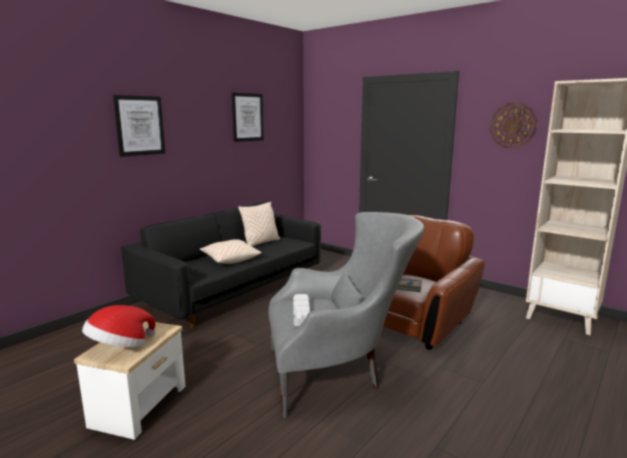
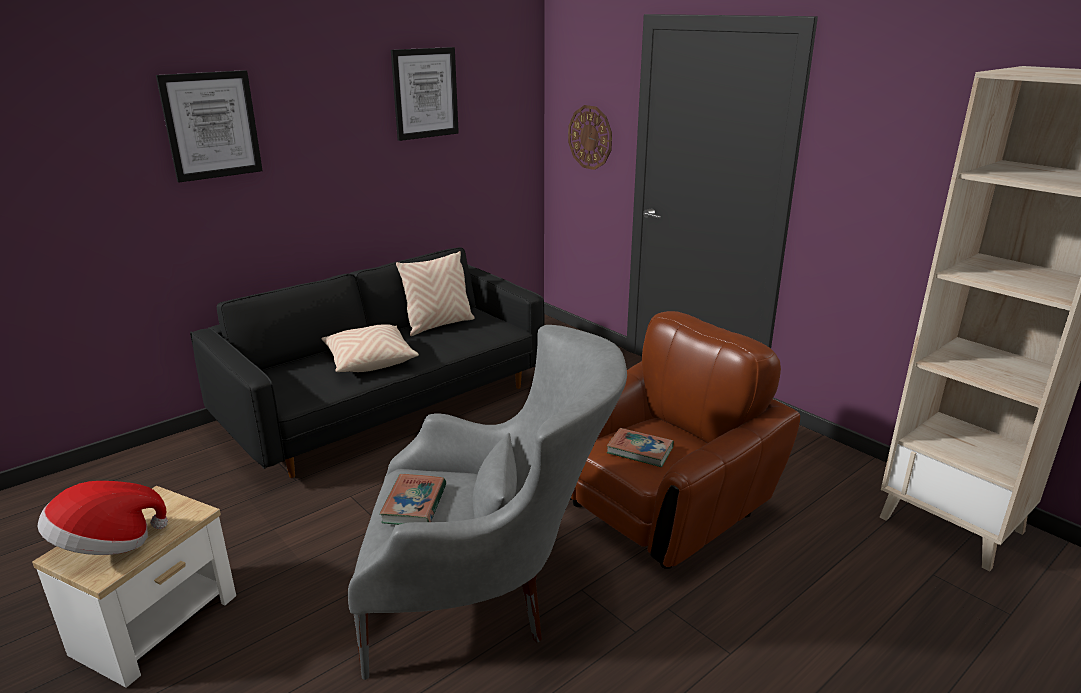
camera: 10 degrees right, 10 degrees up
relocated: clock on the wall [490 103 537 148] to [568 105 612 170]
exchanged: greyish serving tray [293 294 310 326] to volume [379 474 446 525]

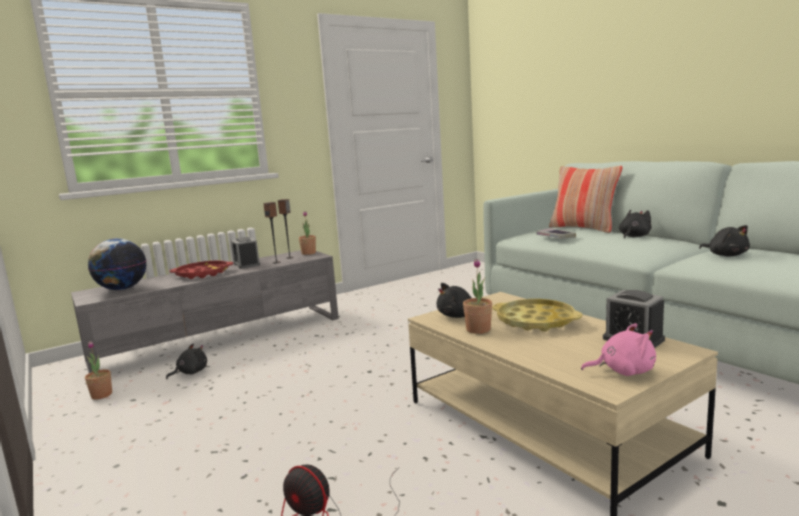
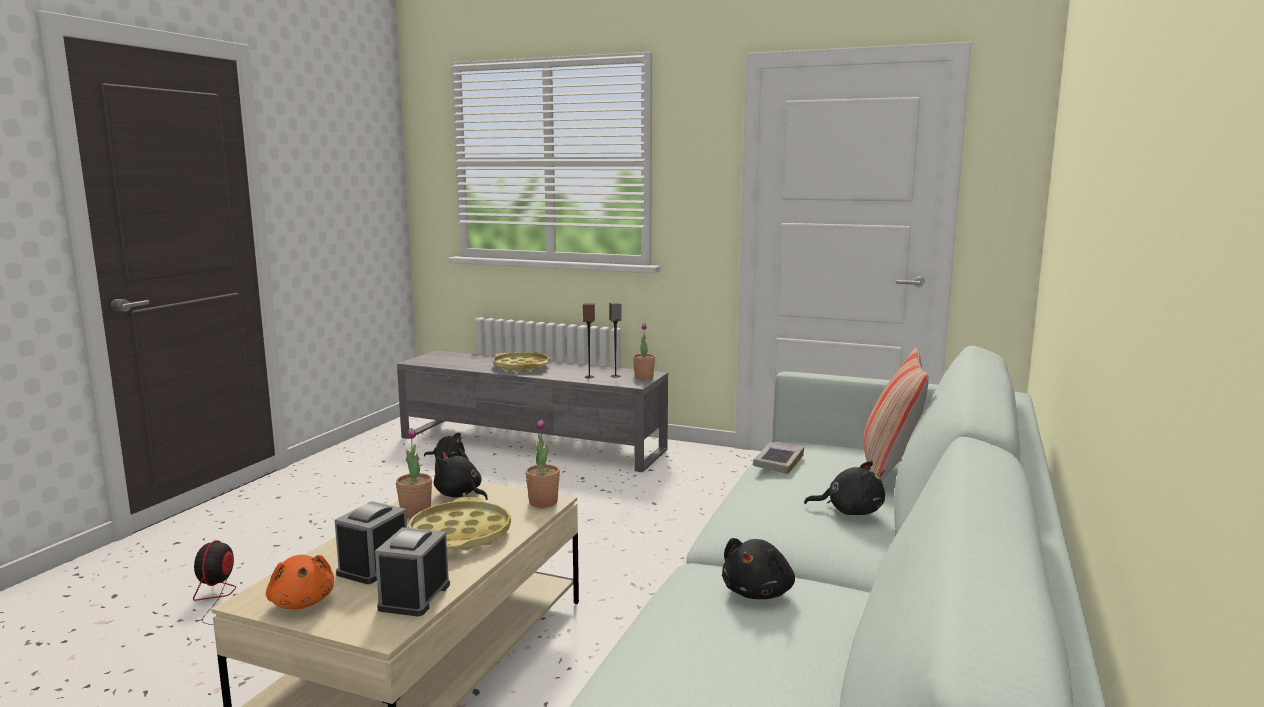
camera: 55 degrees right, 0 degrees up
missing: desk globe [88 238 146 290]
relocated: plant in a pot [85 341 112 400] to [525 419 560 508]; alarm clock [231 237 260 269] to [335 501 407 584]
colour: red-coloured serving tray [170 261 233 279] to yellowish serving tray [493 352 550 372]; pinkish cuddly toy [581 323 656 376] to orangey cuddly toy [266 555 334 609]

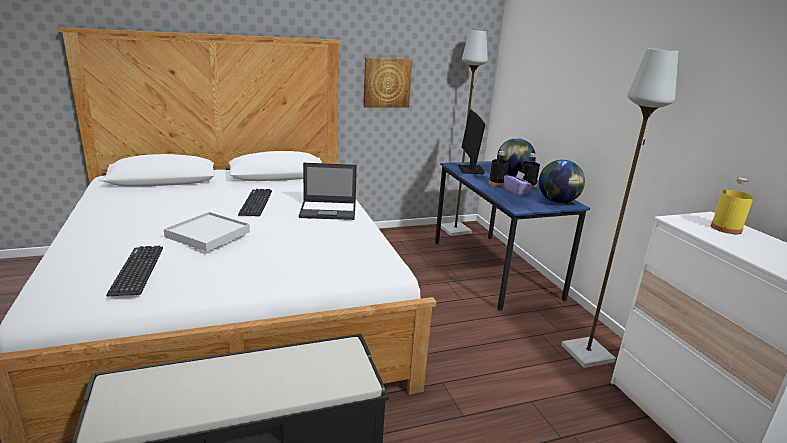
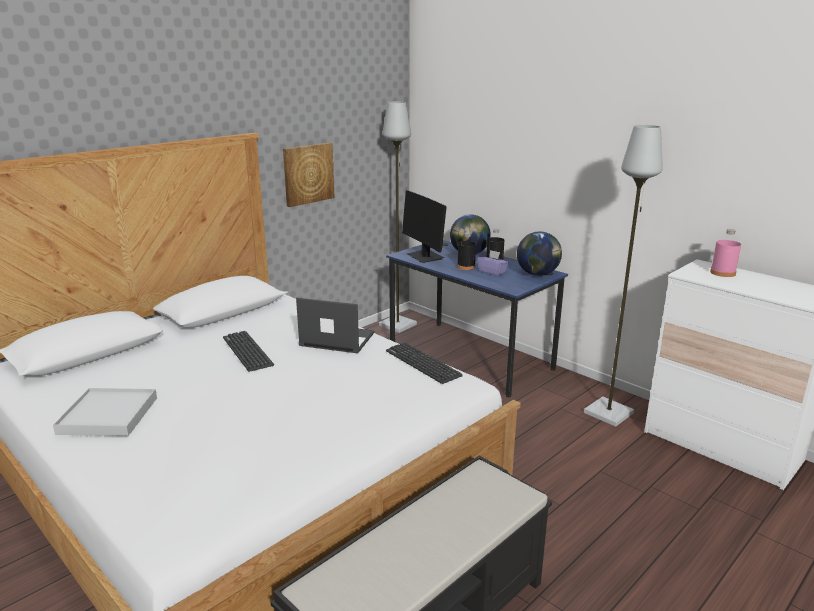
camera: 25 degrees left, 0 degrees up
relocated: keyboard [106 246 163 296] to [386 342 463 384]; white serving tray [164 212 250 252] to [53 388 157 436]
colour: yellowish beverage bottle [711 178 754 234] to pinkish beverage bottle [710 229 741 277]
spun: laptop [299 163 357 220] = [296 298 375 353] 135 degrees counterclockwise

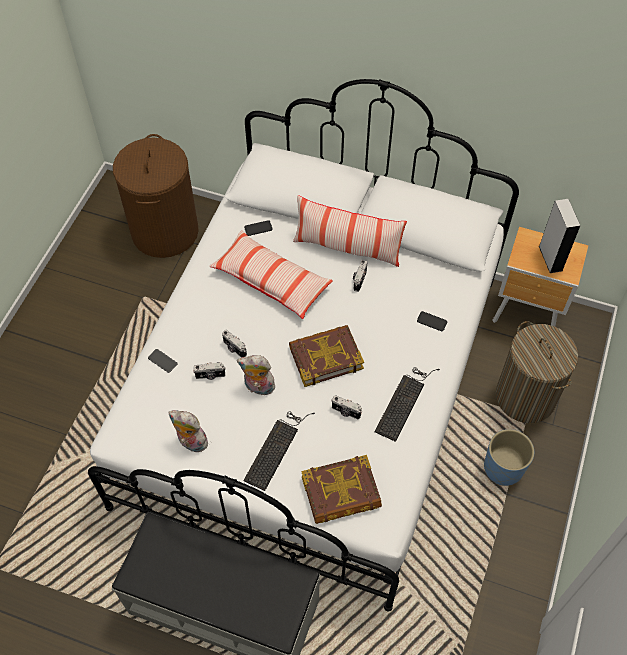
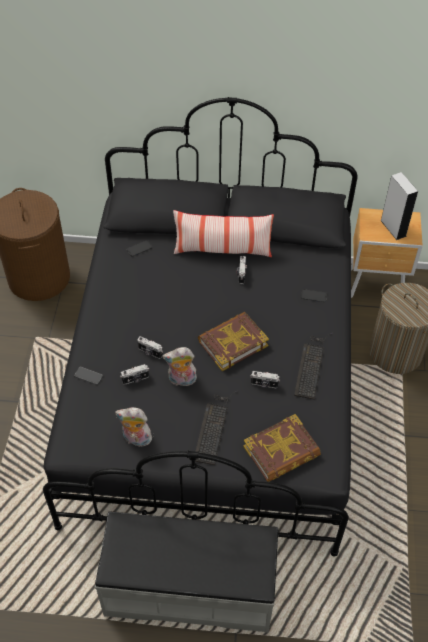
camera: 15 degrees left, 5 degrees down
missing: pillow [209 230 333 319]; blue-coloured planter [484 429 534 486]
colour: white sleeping bed [88 79 519 612] to black-coloured sleeping bed [43 97 357 557]

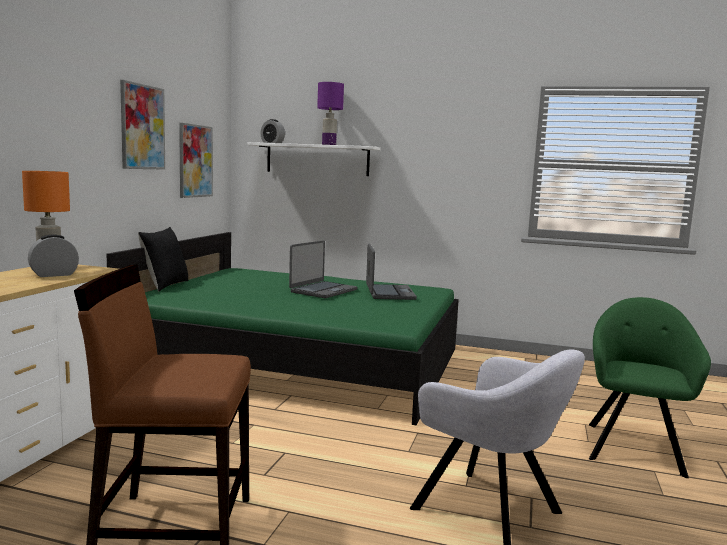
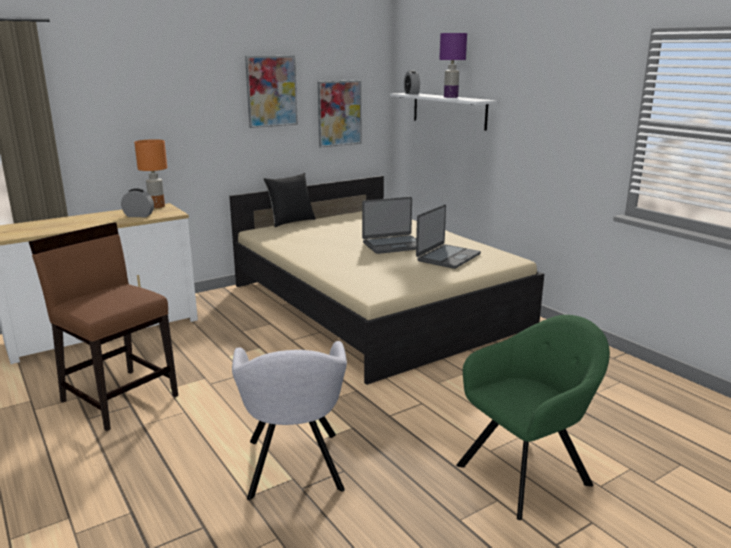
camera: 40 degrees right, 10 degrees up
colour: green-coloured sleeping bed [106 232 459 426] to beige sleeping bed [229 176 544 385]

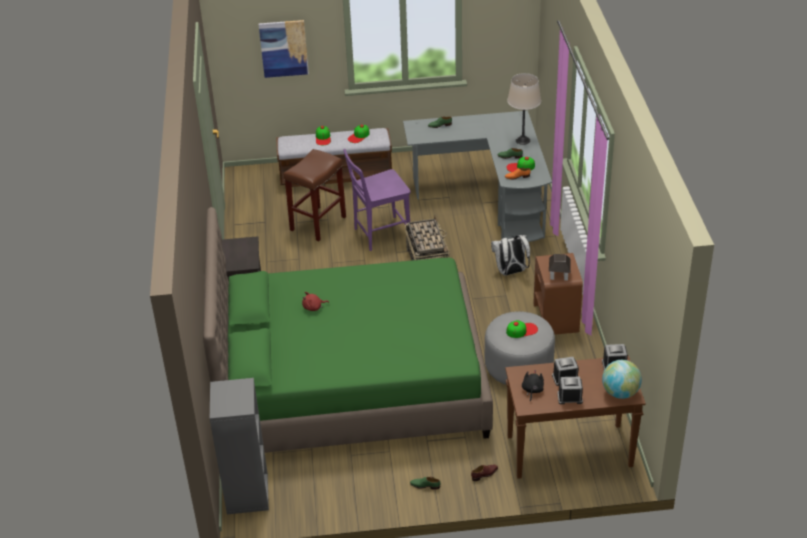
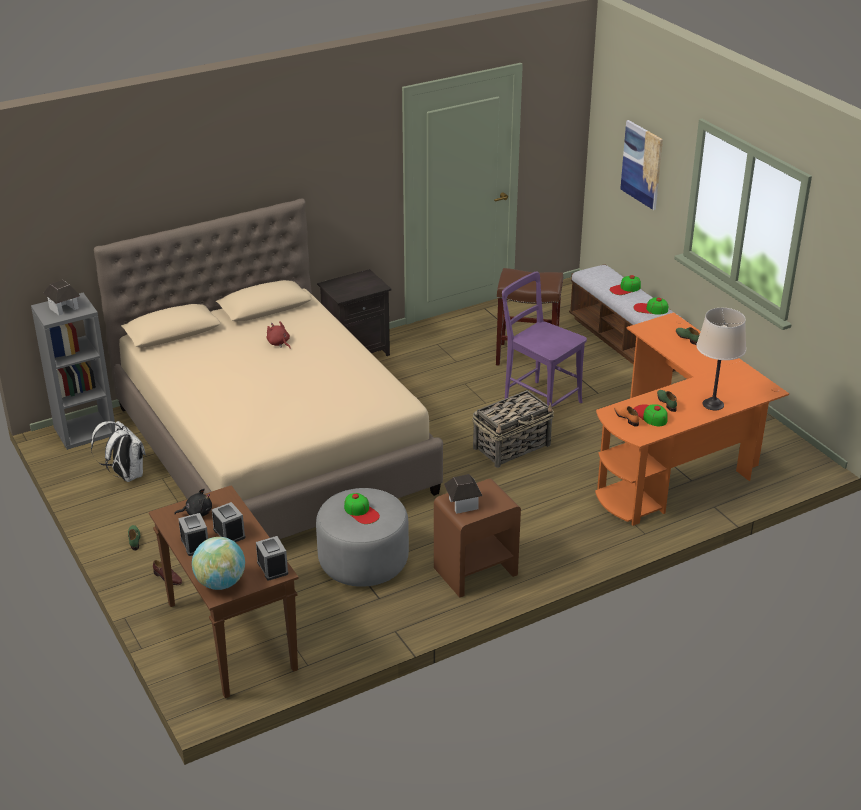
camera: 65 degrees right, 5 degrees down
appeared: model house [43 280 80 315]
relocated: white backpack [491 235 530 276] to [91 421 146 482]
colour: green-coloured sleeping bed [203 207 493 453] to beige sleeping bed [94 199 443 539]; greyish desk [403 110 552 242] to orangey desk [595 312 789 526]

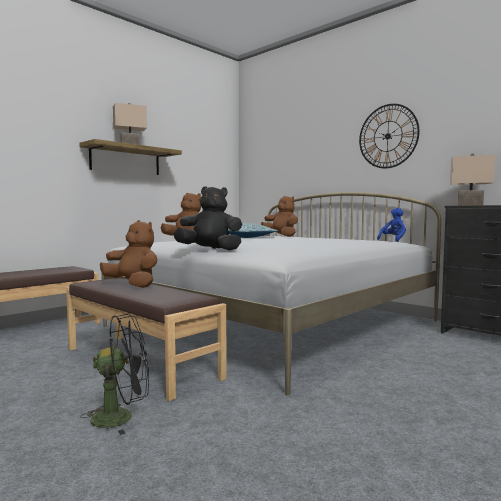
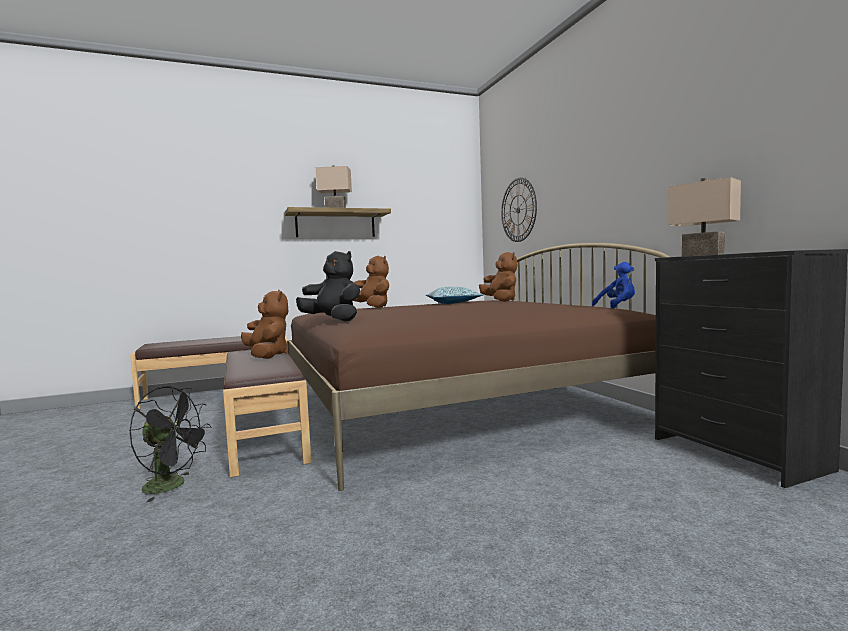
camera: 25 degrees right, 0 degrees up
relocated: clock on the wall [359 104 419 168] to [501 178 537 242]
colour: white sleeping bed [101 192 441 396] to brown sleeping bed [287 243 670 491]

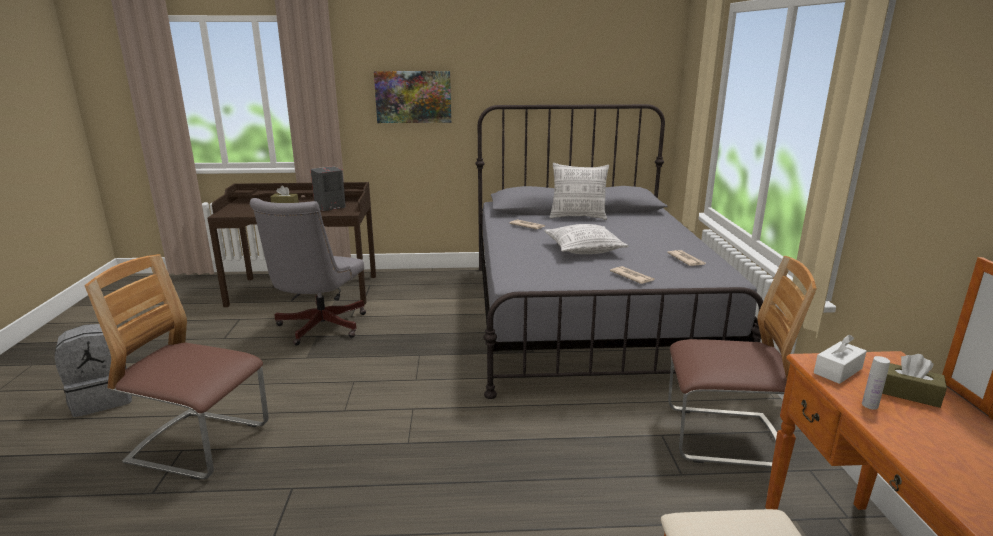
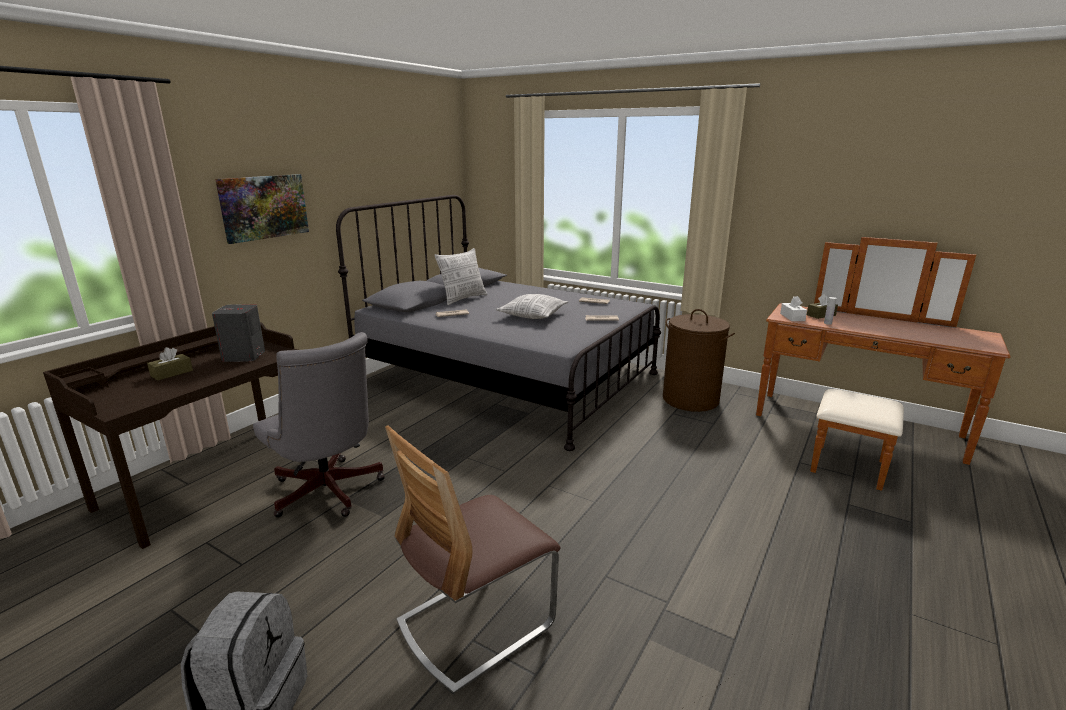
camera: 55 degrees left, 0 degrees up
exchanged: chair [668 256 817 468] to brown laundry basket [663 309 735 412]

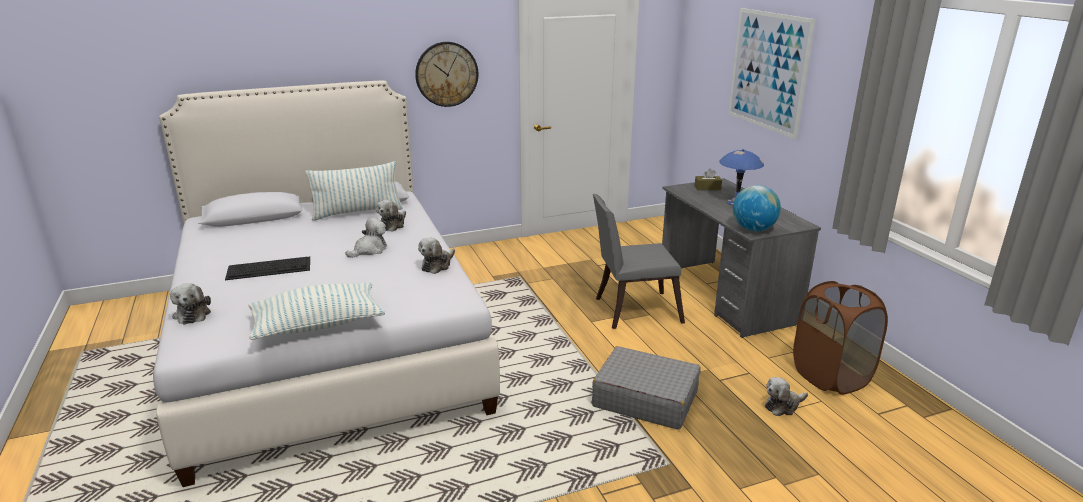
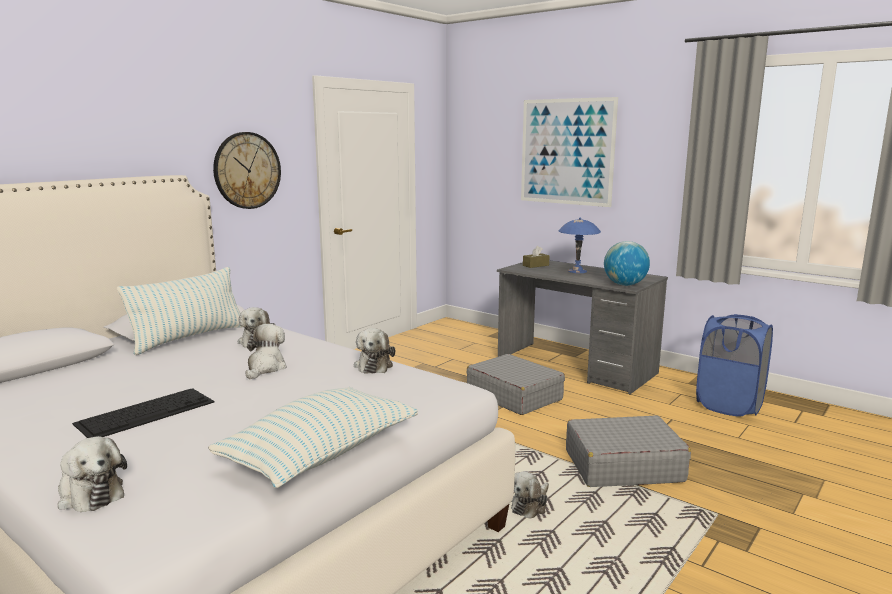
camera: 30 degrees left, 10 degrees down
relocated: cuddly toy [765 377 808 416] to [511 472 549 518]
exchanged: greyish chair [593 194 685 329] to greyish suitcase [467 354 565 415]
colour: brown laundry basket [793 281 888 395] to blue-coloured laundry basket [696 314 773 417]

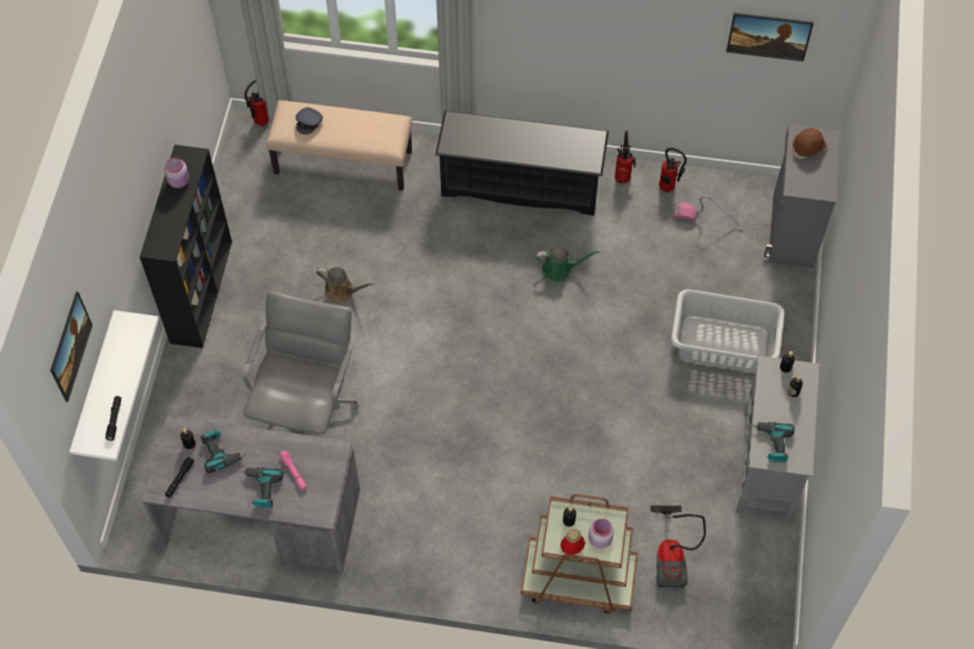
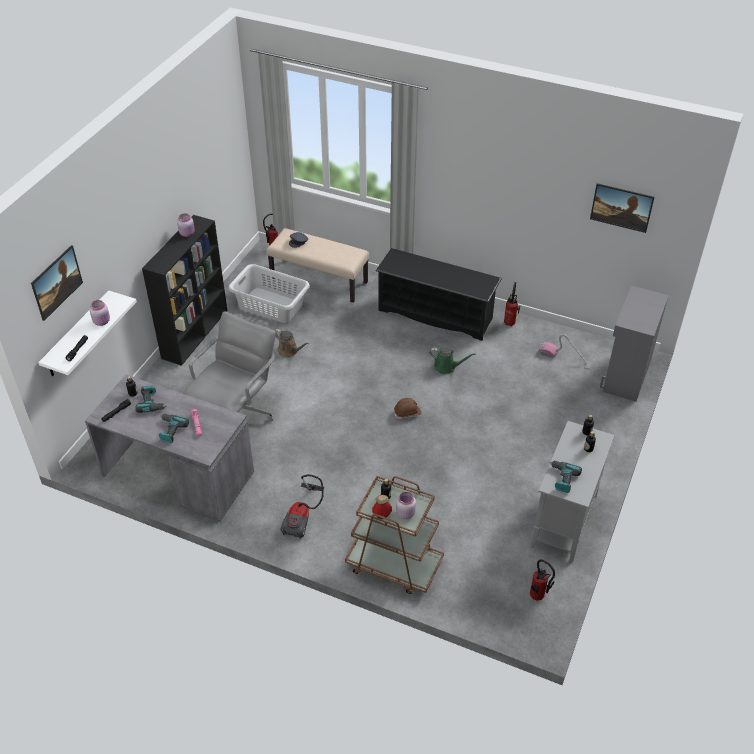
camera: 15 degrees right, 15 degrees down
appeared: pinkish storage jar [89 300 110 326]
relocated: vacuum cleaner [650 506 706 588] to [281 474 324 539]; fire extinguisher [659 148 687 192] to [530 559 555 601]; greyish laundry basket [671 289 785 372] to [229 264 310 323]; brown safety helmet [792 128 827 159] to [394 398 421 419]

